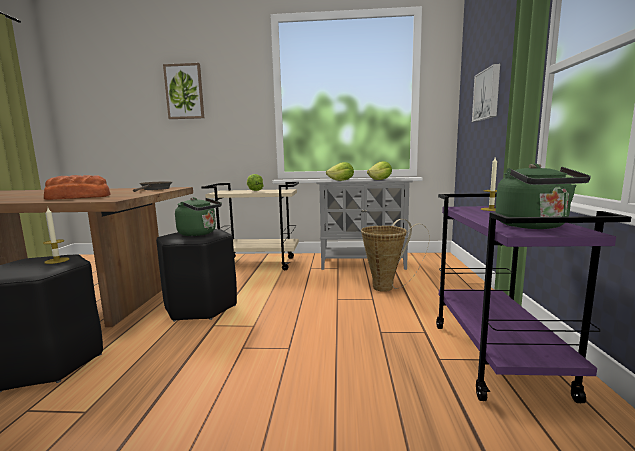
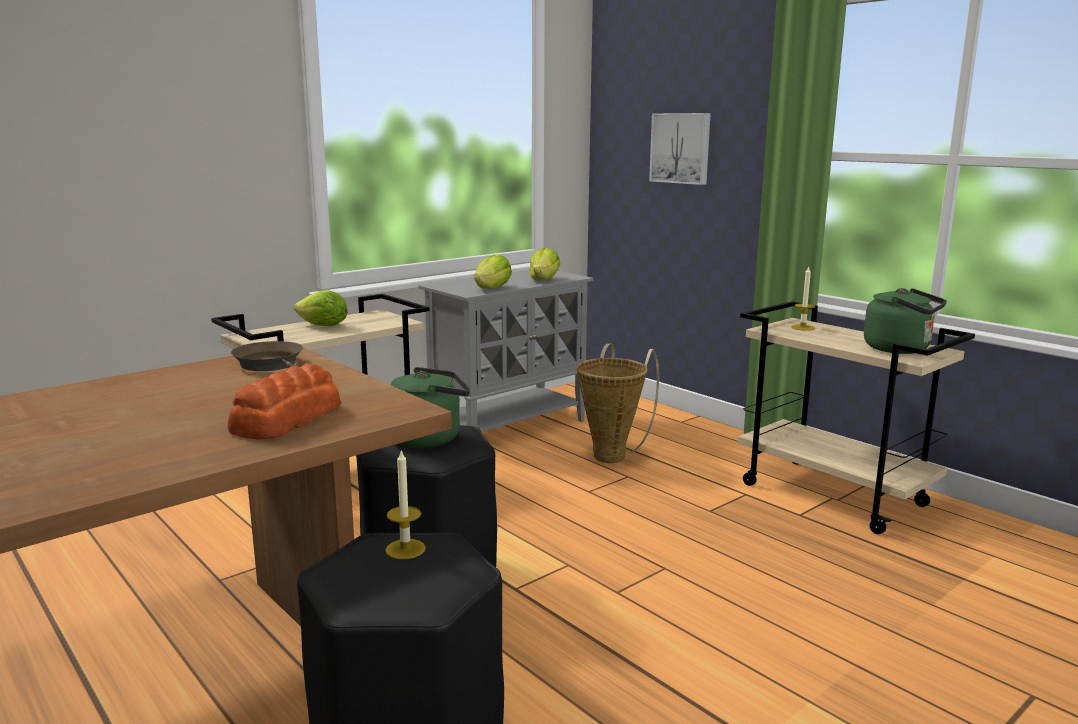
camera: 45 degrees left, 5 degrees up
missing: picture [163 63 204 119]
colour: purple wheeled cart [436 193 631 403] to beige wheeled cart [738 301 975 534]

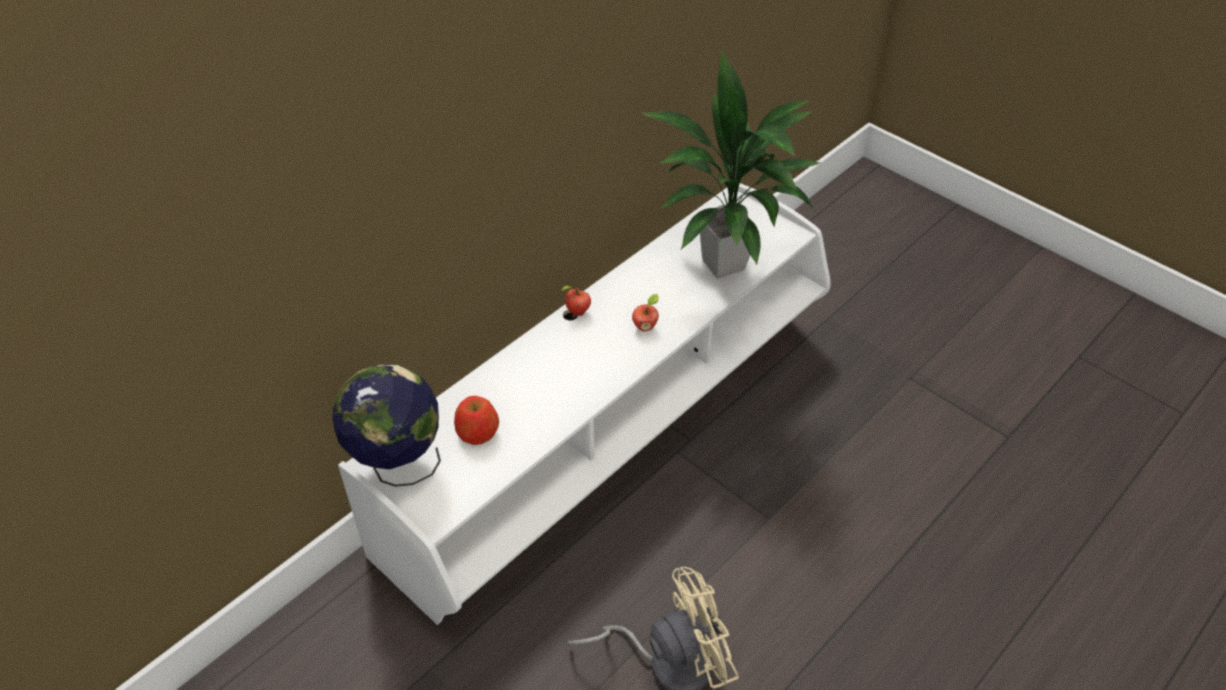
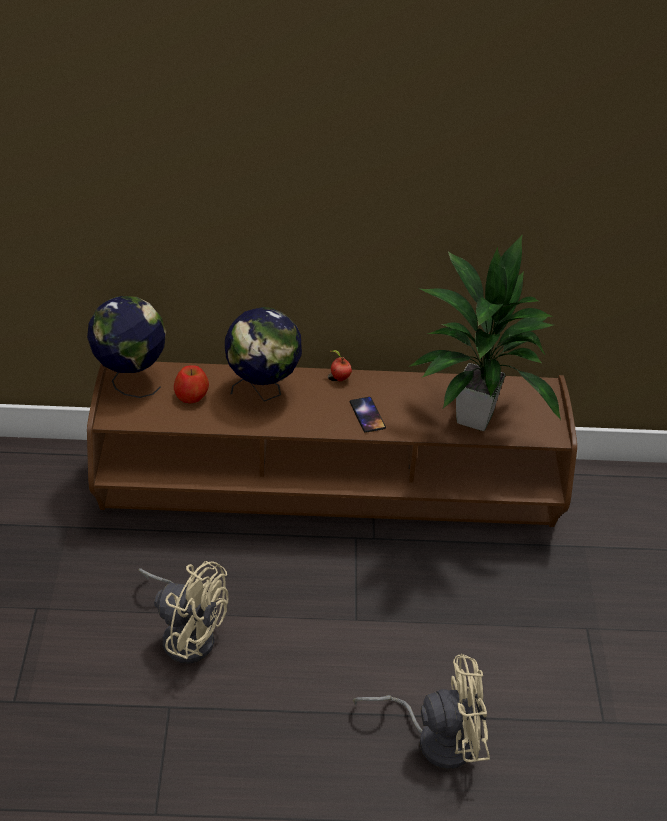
camera: 45 degrees right, 5 degrees down
appeared: desk globe [225 307 302 401]; beige cooling fan [353 654 490 769]
exchanged: apple [632 294 659 332] to handset [350 397 386 433]
colour: white tv stand [338 183 831 625] to brown tv stand [87 362 577 527]

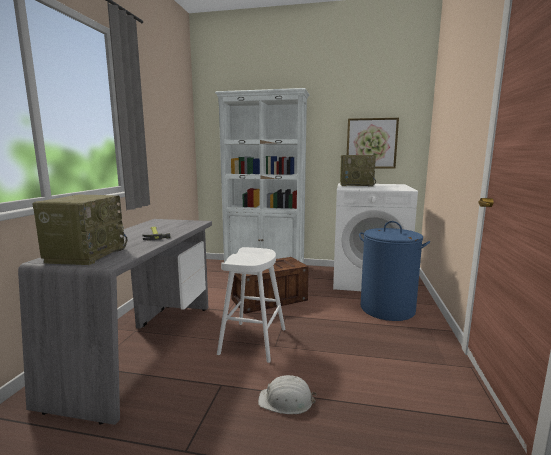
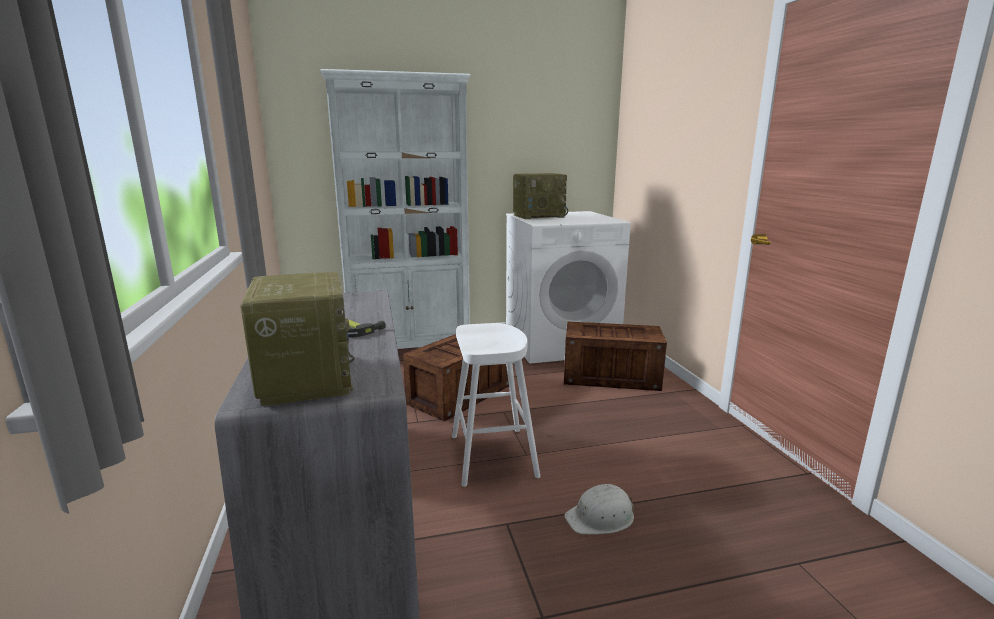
camera: 25 degrees left, 5 degrees up
missing: picture [347 118 399 169]
exchanged: blue-coloured laundry basket [359 221 430 321] to packing crate [564 322 667 391]

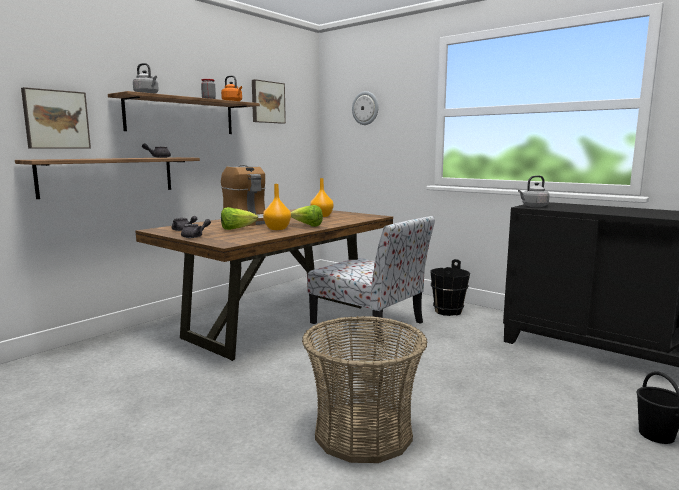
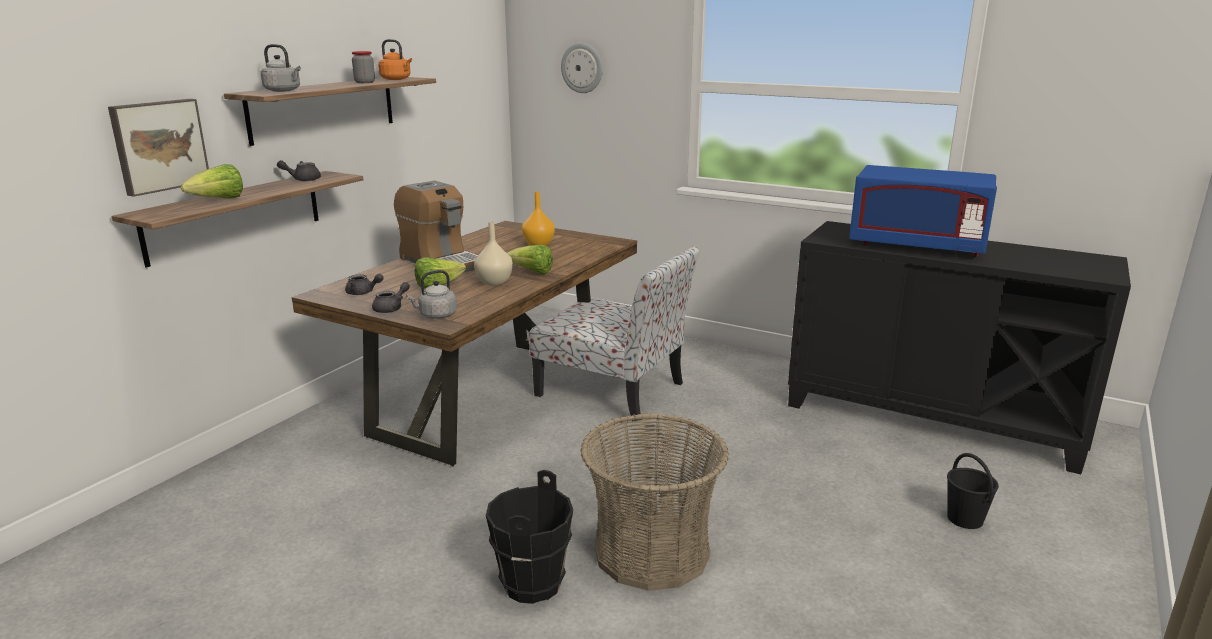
camera: 10 degrees left, 10 degrees up
missing: picture [252 79 286 124]
appeared: lettuce [181 164 243 198]; blue-coloured microwave [849 165 997 256]
relocated: black-coloured pail [430 259 470 316] to [486 470 573 604]; greyish tea kettle [518 175 550 207] to [406 270 457 319]
colour: orangey flower vase [263 184 291 230] to beige flower vase [474 221 513 286]

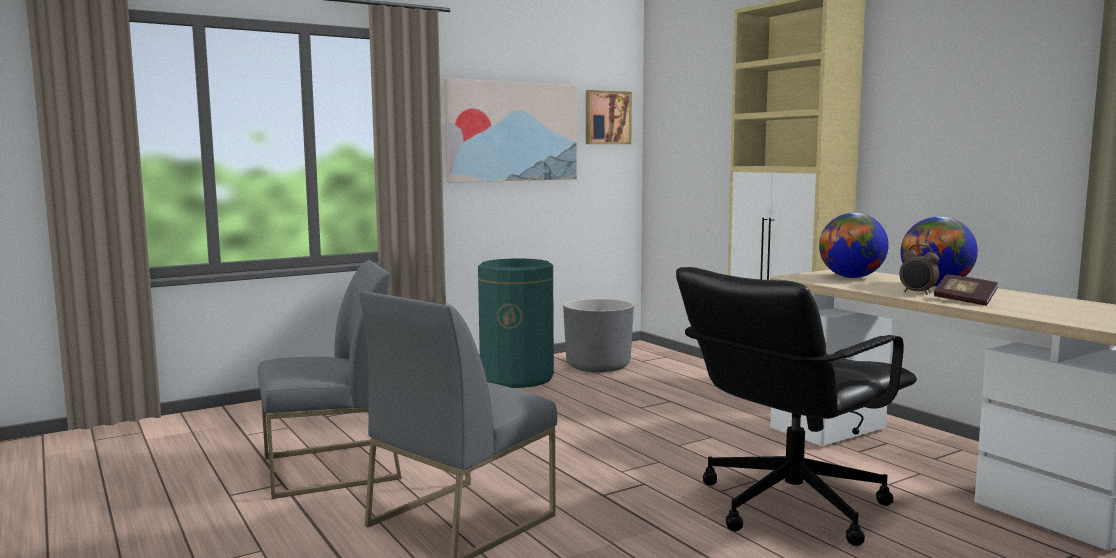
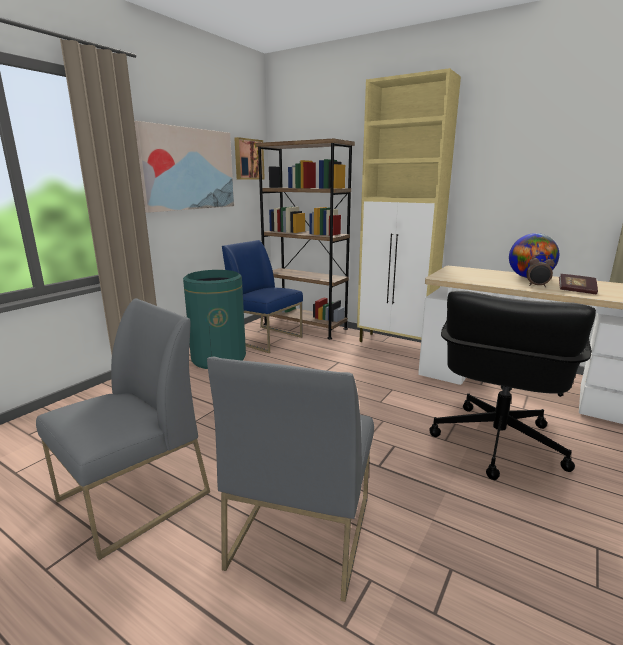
camera: 25 degrees left, 10 degrees up
missing: desk globe [819 213 889 278]
appeared: brown bookshelf [255 138 355 339]
exchanged: greyish planter [563 298 634 372] to blue-coloured chair [222 240 303 353]

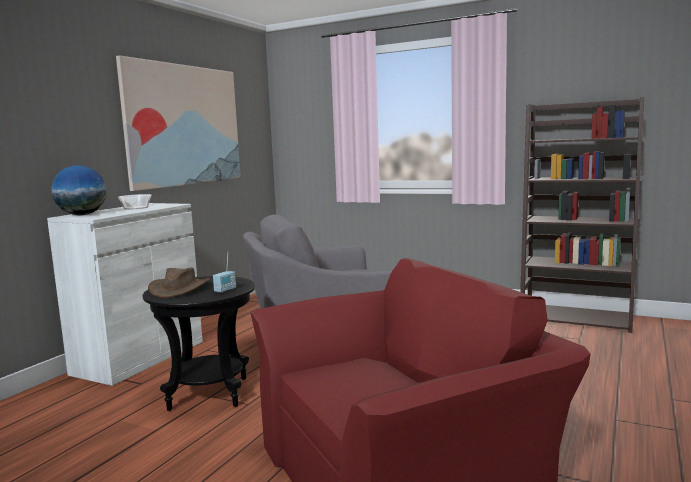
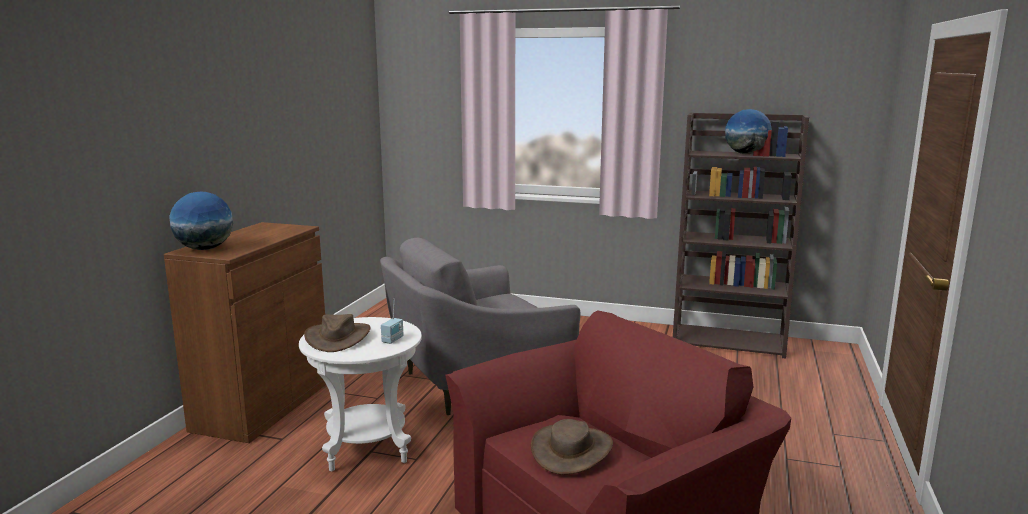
camera: 10 degrees left, 5 degrees up
missing: picture [116 55 241 191]; bowl [118 194 152 210]
appeared: brown clothing hat [531 419 613 475]; desk globe [725 109 772 154]
colour: white storage cabinet [47 203 203 386] to brown storage cabinet [164 222 326 443]; black-coloured end table [143 276 255 411] to white end table [299 317 422 472]

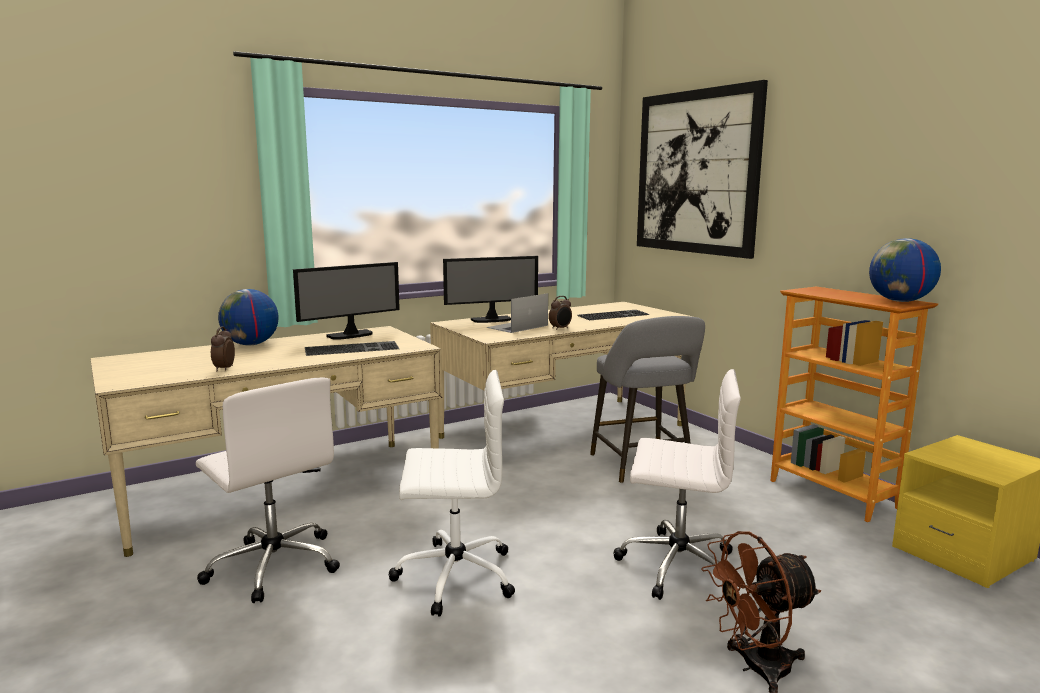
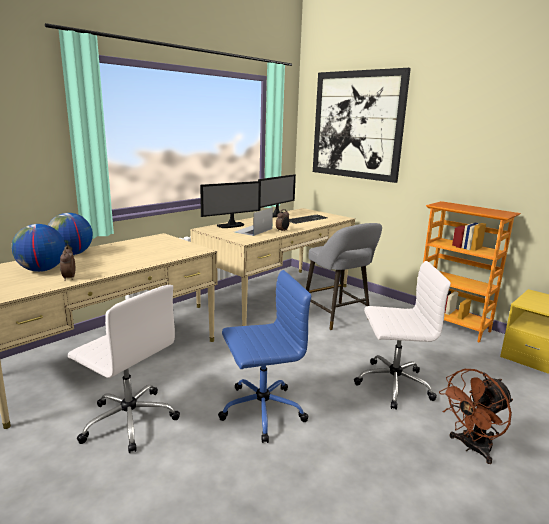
camera: 15 degrees left, 5 degrees up
missing: keyboard [305 341 399 356]
relocated: monitor [293 262 400 340] to [258 174 296 217]; desk globe [869 238 941 302] to [11 224 65 272]
colour: white desk chair [388 370 515 617] to blue-coloured desk chair [218 270 311 443]

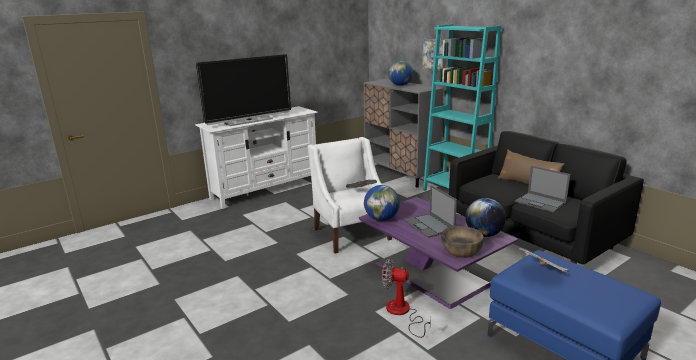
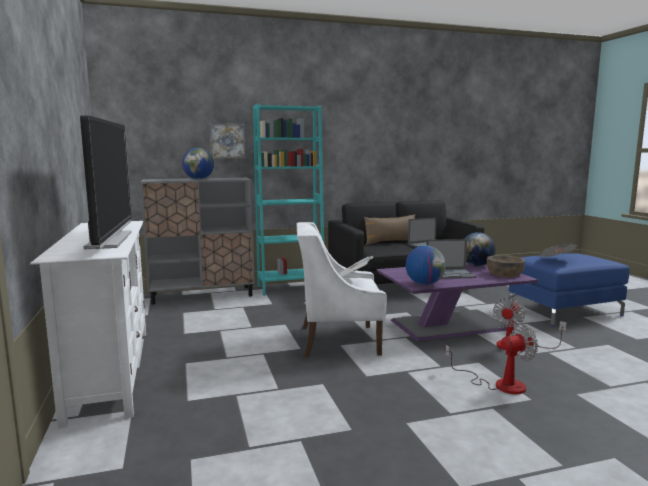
camera: 70 degrees left, 10 degrees down
appeared: cooling fan [445 324 538 394]

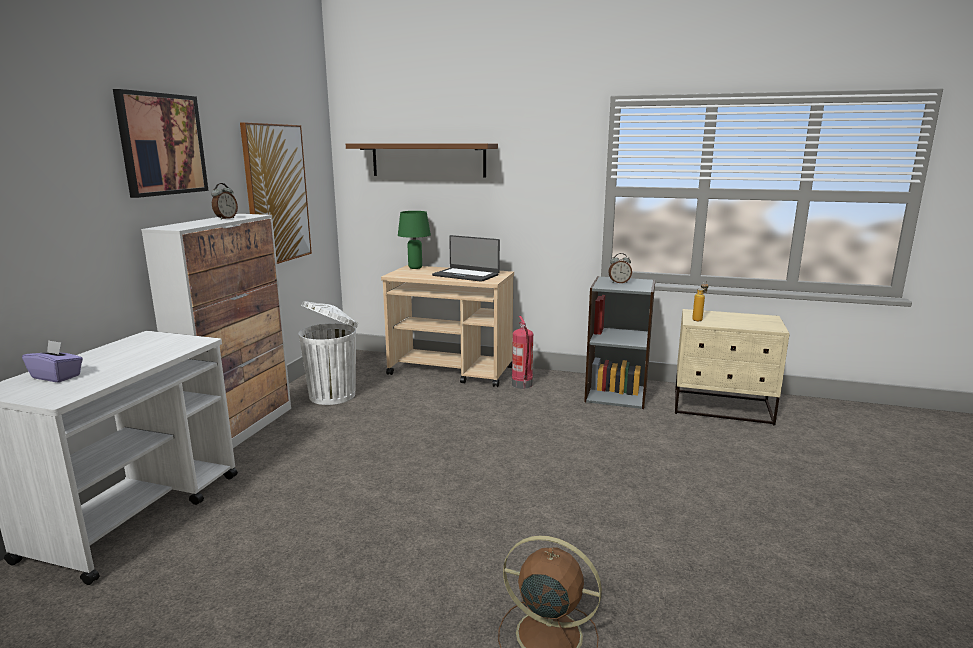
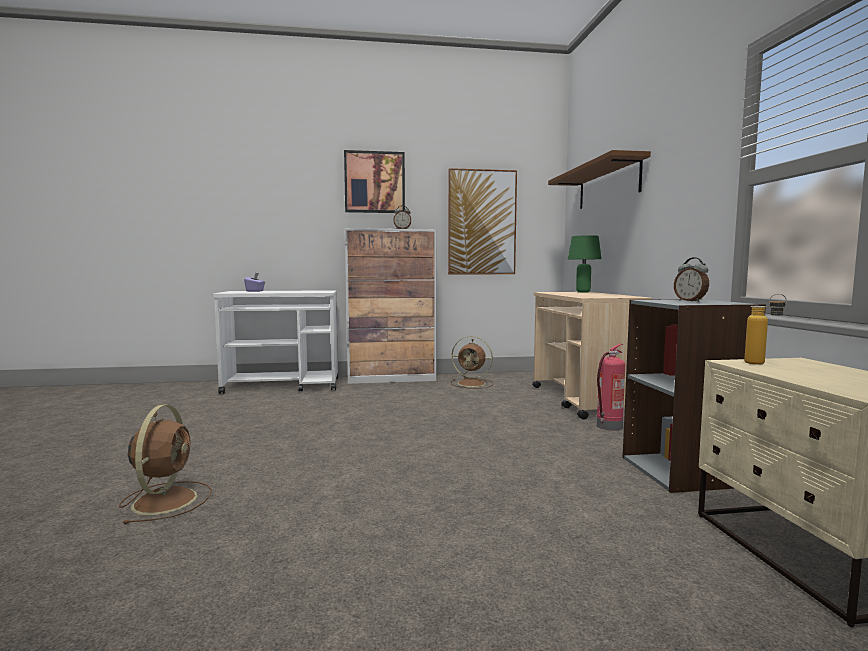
camera: 65 degrees right, 10 degrees down
missing: laptop [432 235 500 282]
exchanged: white rubbish bin [298 301 358 405] to brown cooling fan [451 336 494 389]

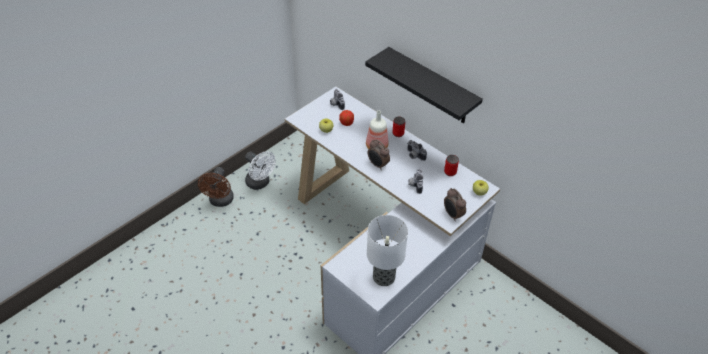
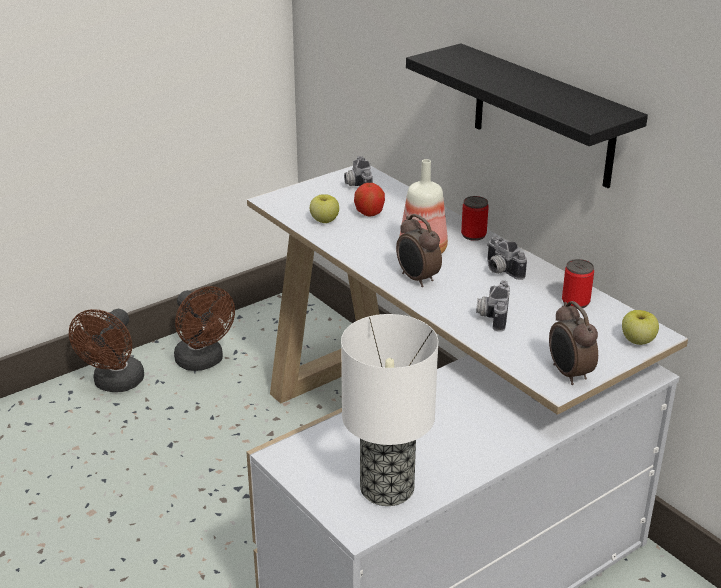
camera: 10 degrees right, 15 degrees down
colour: white cooling fan [245 152 276 190] to brown cooling fan [174 286 235 371]

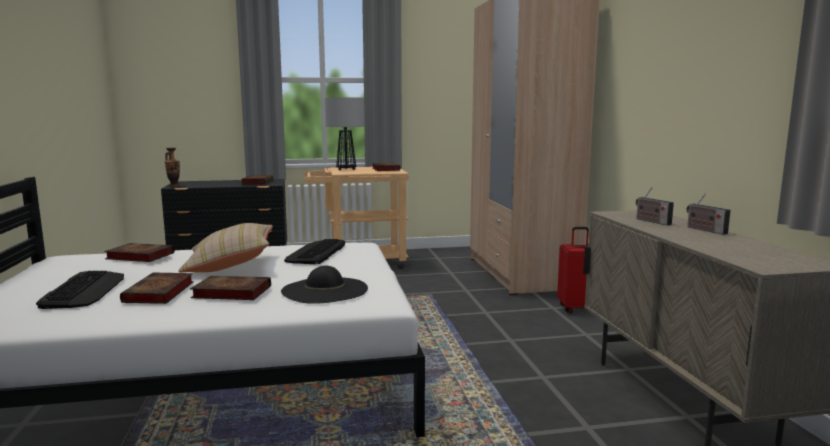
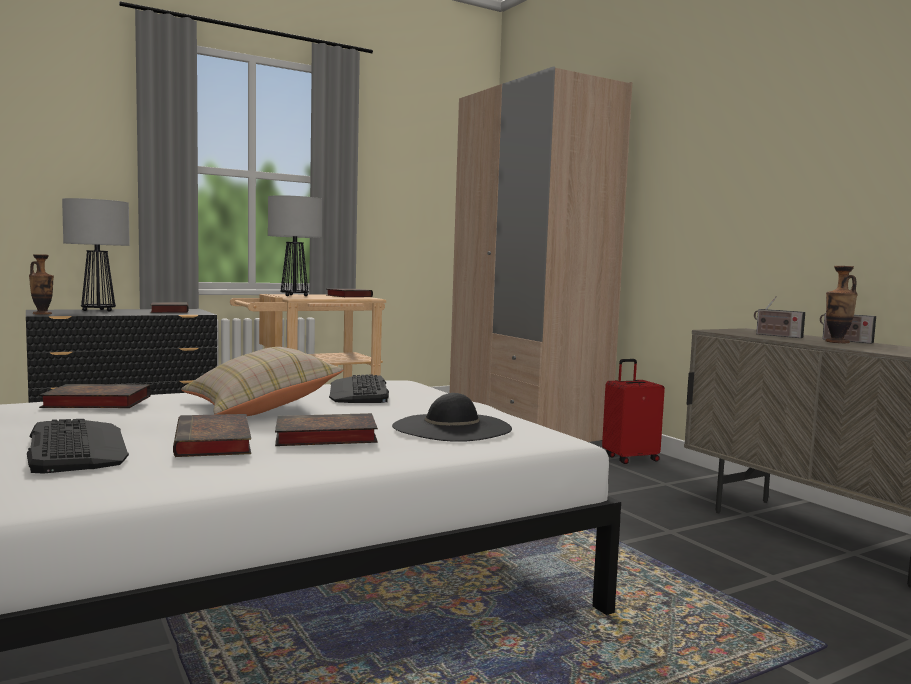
camera: 20 degrees left, 5 degrees down
appeared: tabletop lamp [62 198 130 311]; flower vase [826 266 858 343]

